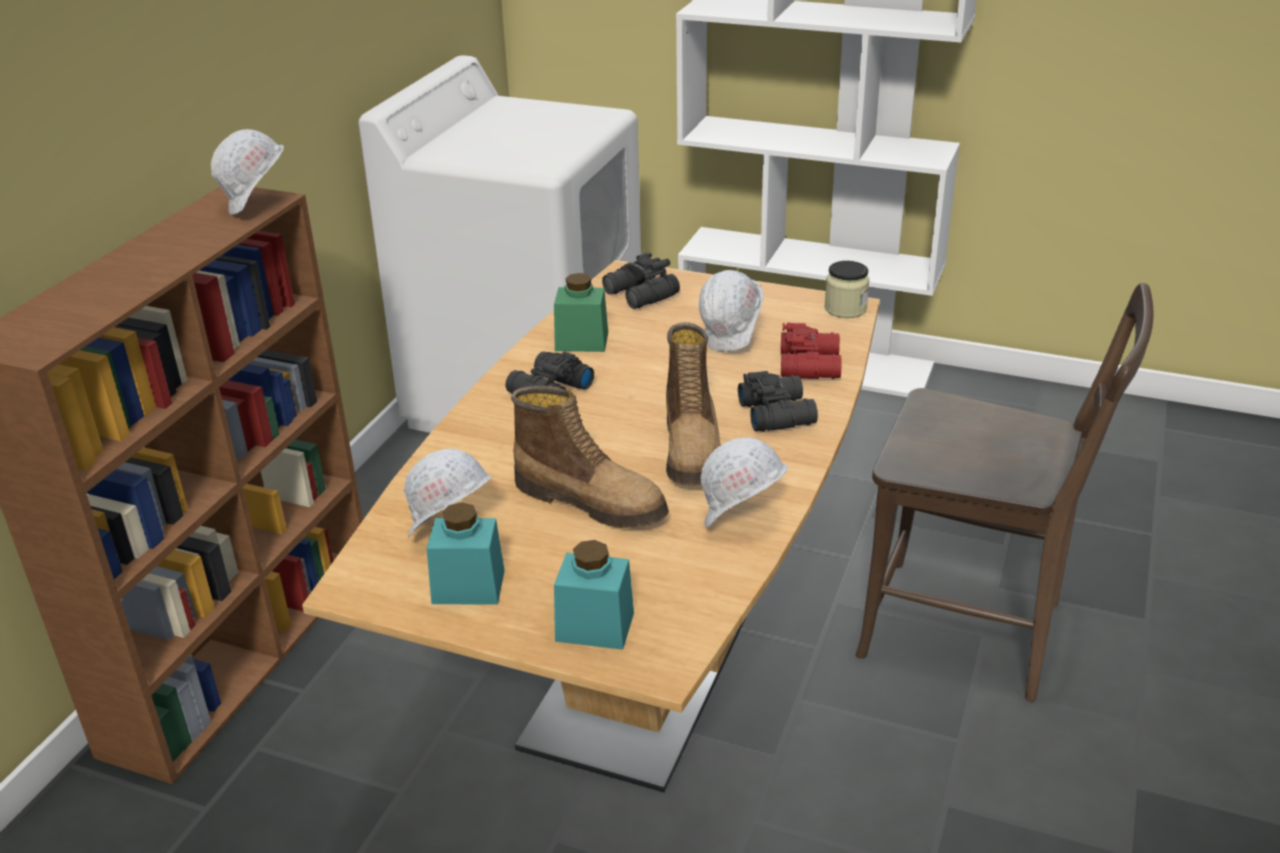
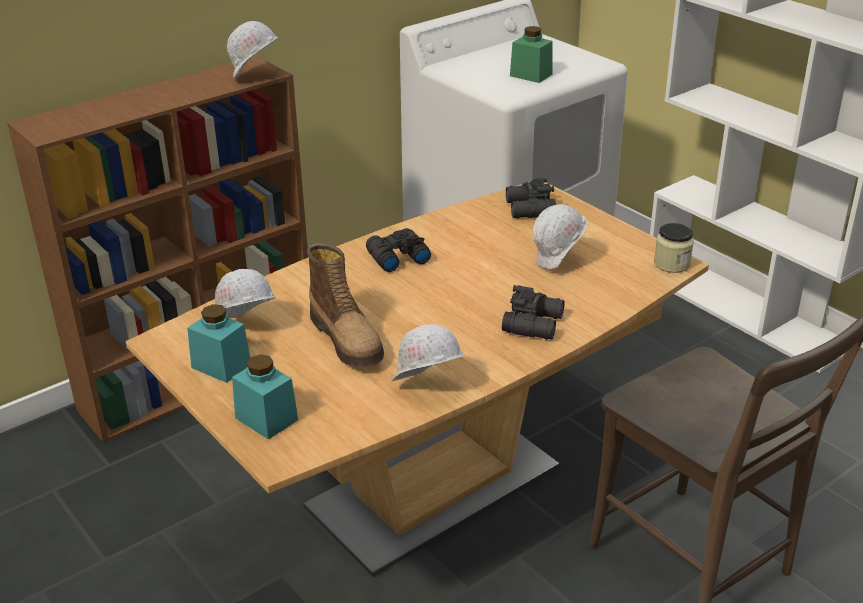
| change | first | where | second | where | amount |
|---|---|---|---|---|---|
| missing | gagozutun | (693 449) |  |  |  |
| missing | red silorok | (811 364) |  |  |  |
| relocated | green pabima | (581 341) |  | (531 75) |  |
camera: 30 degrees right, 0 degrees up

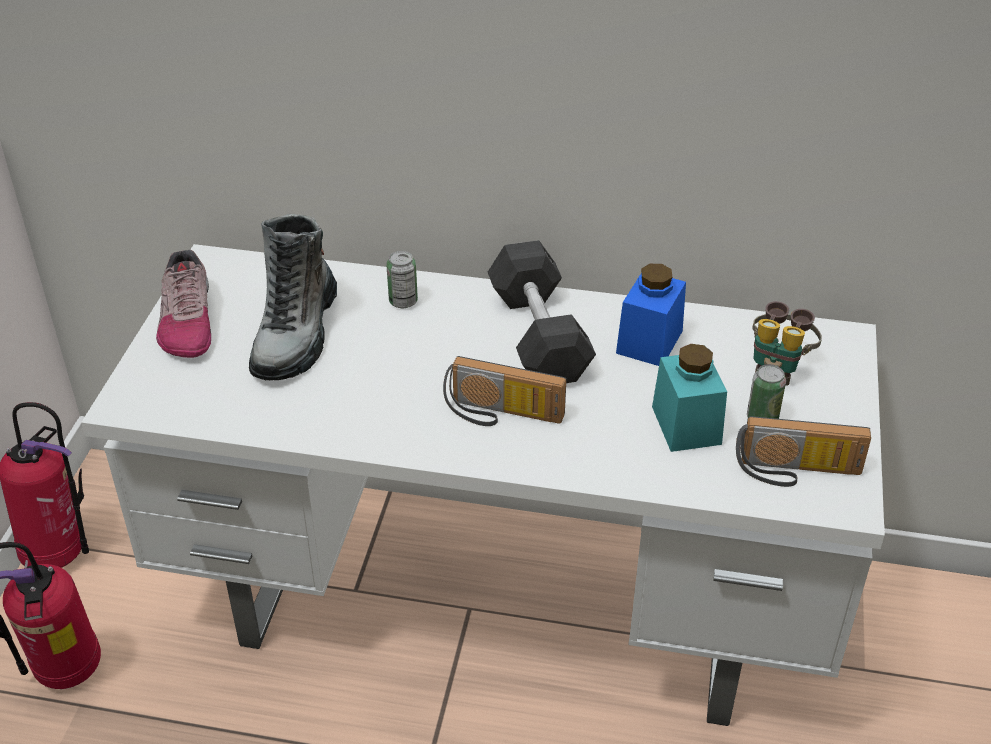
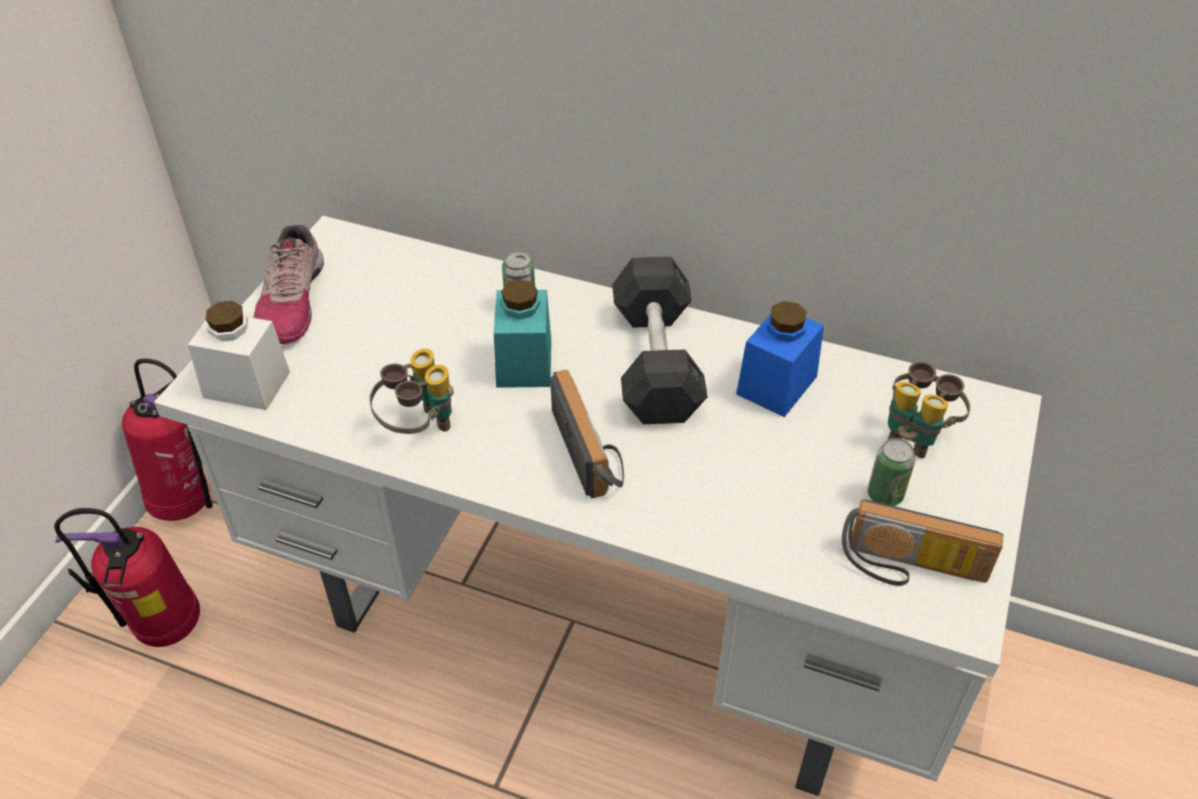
| change | first | where | second | where | amount |
|---|---|---|---|---|---|
| missing | gagozutun | (296 334) |  |  |  |
| appeared |  |  | white pabima | (247 384) |  |
| appeared |  |  | silorok | (419 428) |  |
| relocated | turquoise pabima | (686 425) |  | (524 363) |  |
| spun | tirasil | (501 415) |  | (592 452) | 135 degrees counterclockwise |
camera: 10 degrees right, 5 degrees up

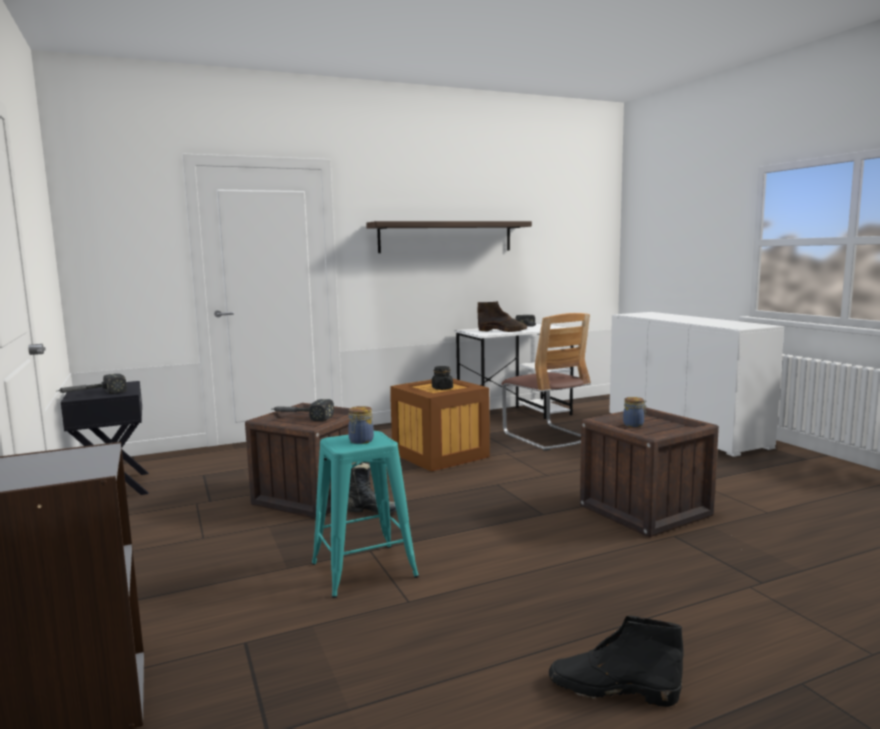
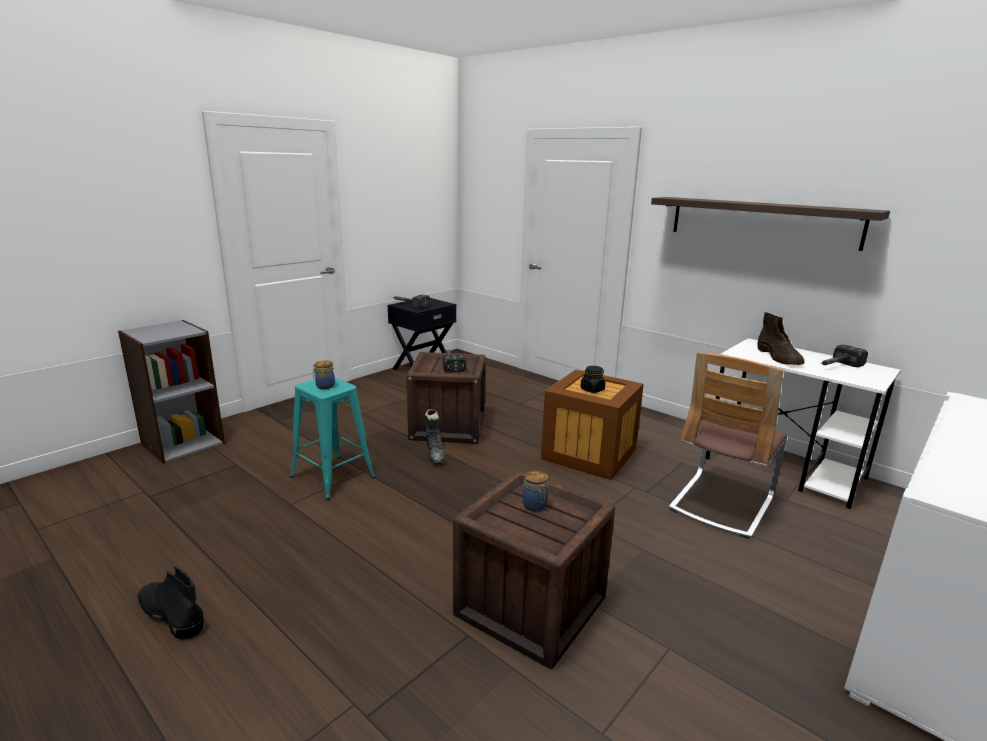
| change | first | where | second | where | amount |
|---|---|---|---|---|---|
| spun | black gagozutun | (611 689) |  | (170 614) | 45 degrees counterclockwise |
camera: 65 degrees right, 10 degrees up

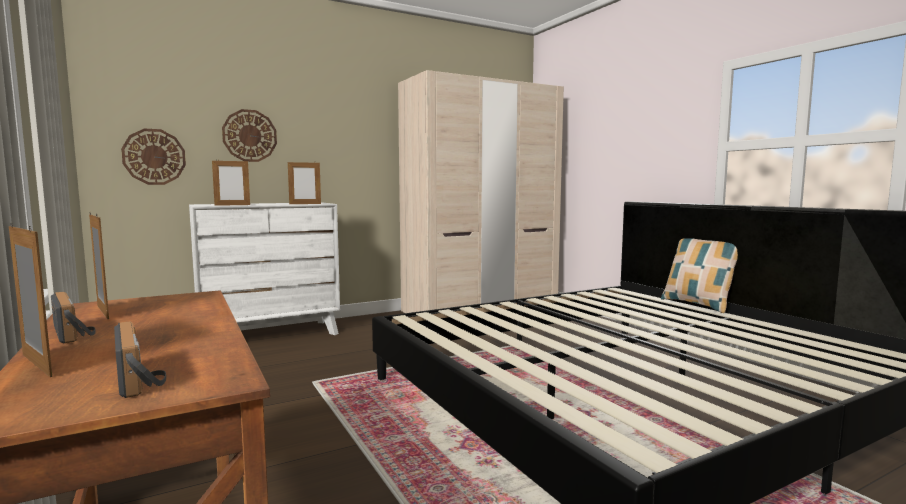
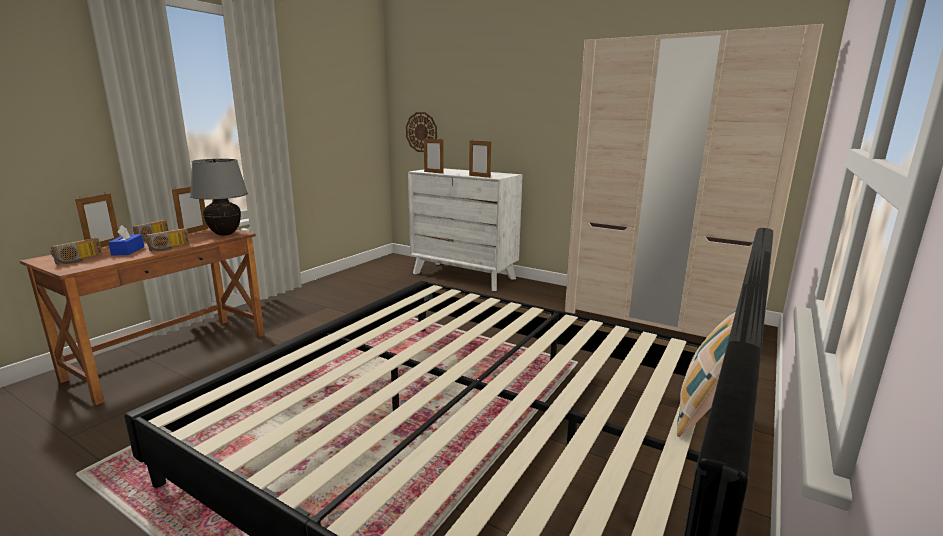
| change | first | where | second | where | amount |
|---|---|---|---|---|---|
| missing | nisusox | (249 135) |  |  |  |
| appeared |  |  | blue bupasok | (128 251) |  |
| appeared |  |  | tirasil | (170 248) |  |
| appeared |  |  | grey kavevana | (225 234) |  |
camera: 60 degrees right, 10 degrees up

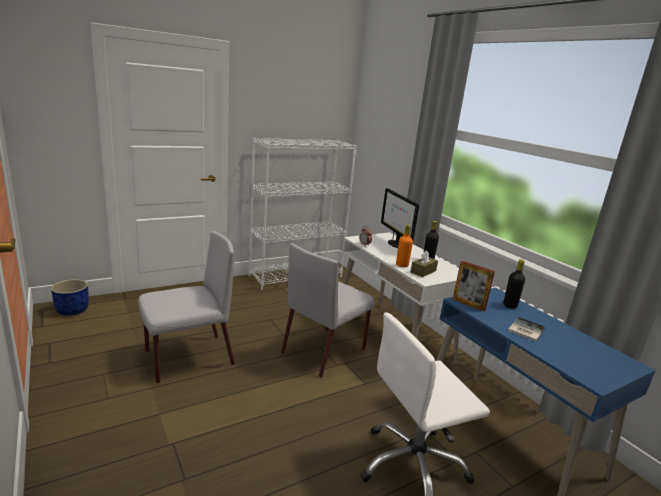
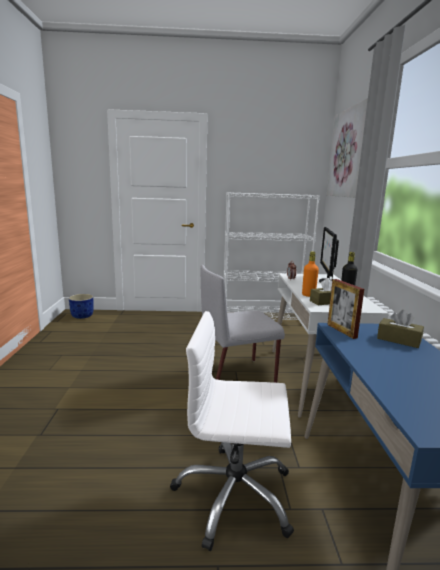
| change | first | where | second | where | amount |
|---|---|---|---|---|---|
| missing | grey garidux | (188 358) |  |  |  |
| missing | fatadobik | (525 329) |  |  |  |
| appeared |  |  | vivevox | (348 153) |  |
| exchanged | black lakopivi | (510 305) | brown bupasok | (398 340) |  |
camera: 30 degrees right, 5 degrees down

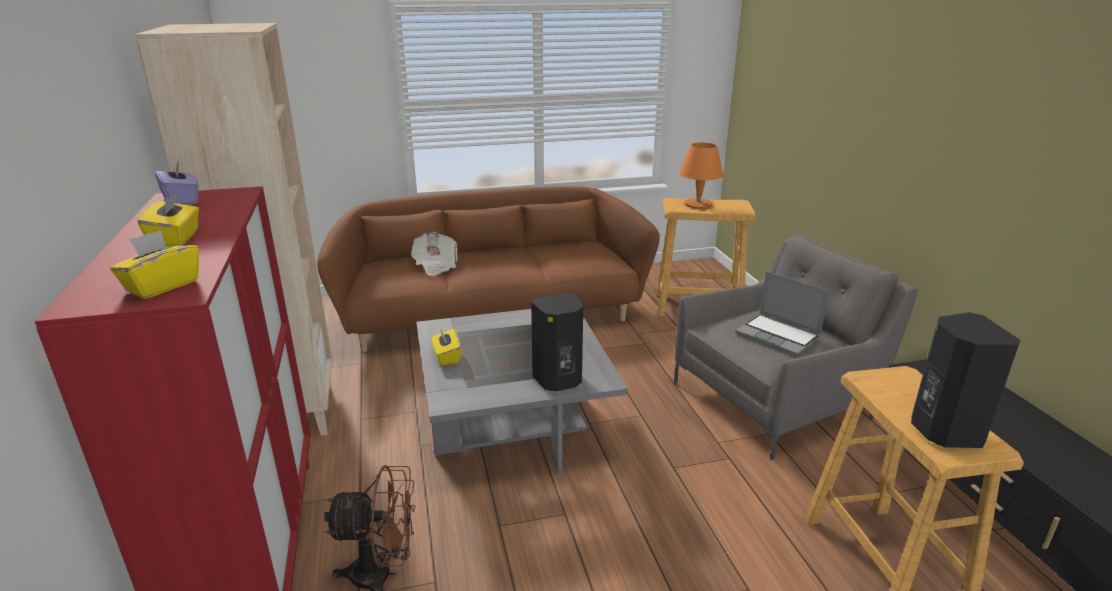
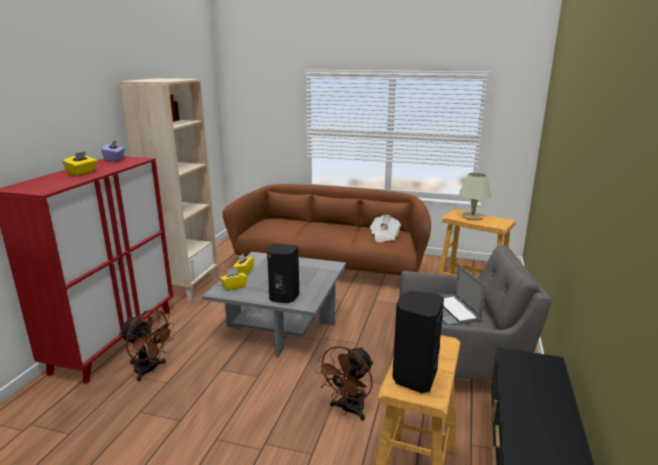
| change | first | where | second | where | amount |
|---|---|---|---|---|---|
| appeared |  |  | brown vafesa | (348 410) |  |
| relocated | yellow bupasok | (162 286) |  | (234 286) |  |
| relocated | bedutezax | (435 265) |  | (384 236) |  |
| colour | orange kavevana | (697 204) | beige kavevana | (472 216) |  |
camera: 30 degrees right, 5 degrees down

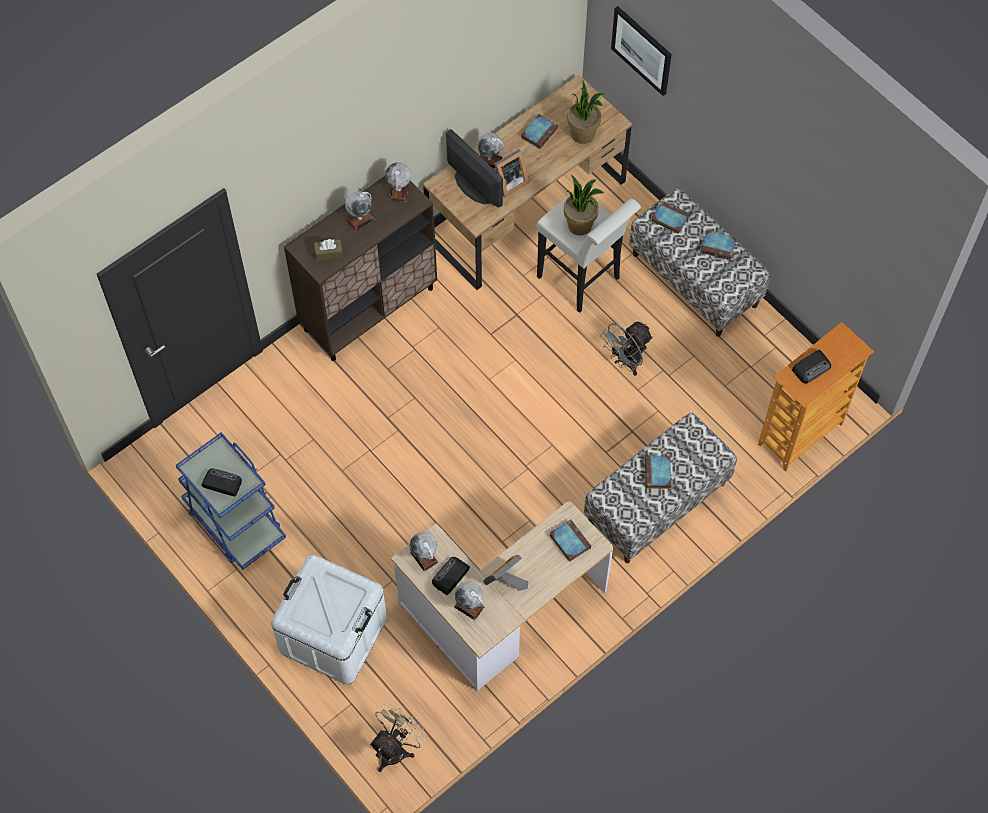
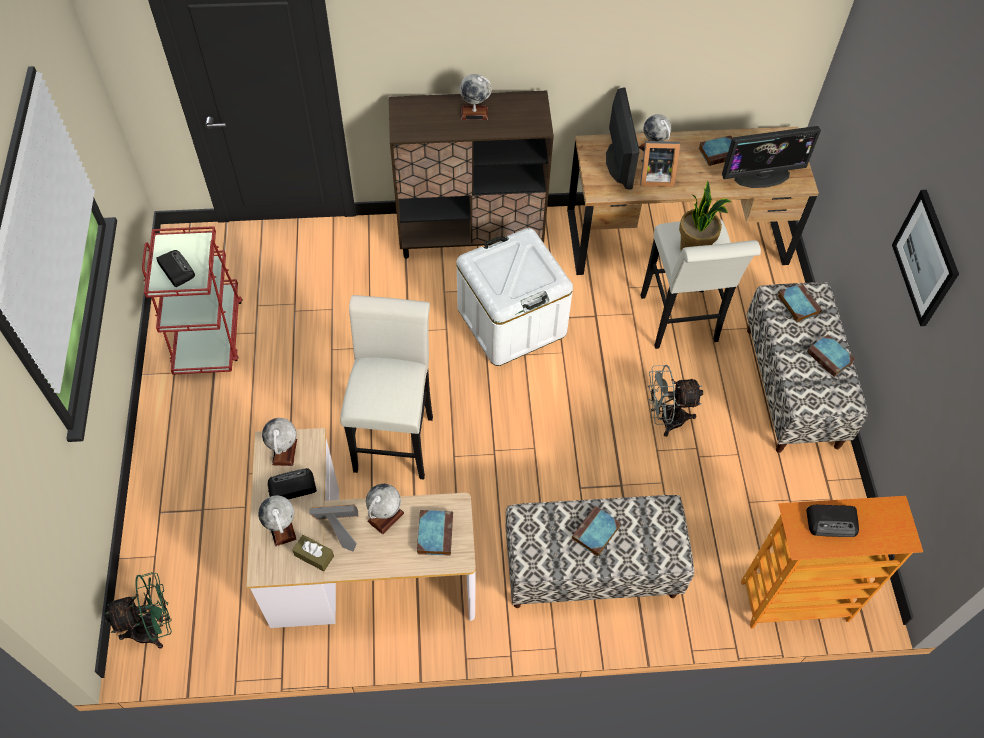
| change | first | where | second | where | amount |
|---|---|---|---|---|---|
| appeared |  |  | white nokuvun | (395 437) |  |
| relocated | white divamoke | (333 634) |  | (511 321) |  |
| relocated | brown bupasok | (328 253) |  | (314 556) |  |
| relocated | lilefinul | (399 191) |  | (385 517) |  |
| relocated | vivevox | (642 50) |  | (926 258) |  |
| exchanged | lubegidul | (583 134) | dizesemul | (762 176) |  |
| colour | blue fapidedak | (235 522) | red fapidedak | (208 334) |  |
| colour | beige vafesa | (396 748) | green vafesa | (154 628) |  |
camera: 35 degrees right, 5 degrees down

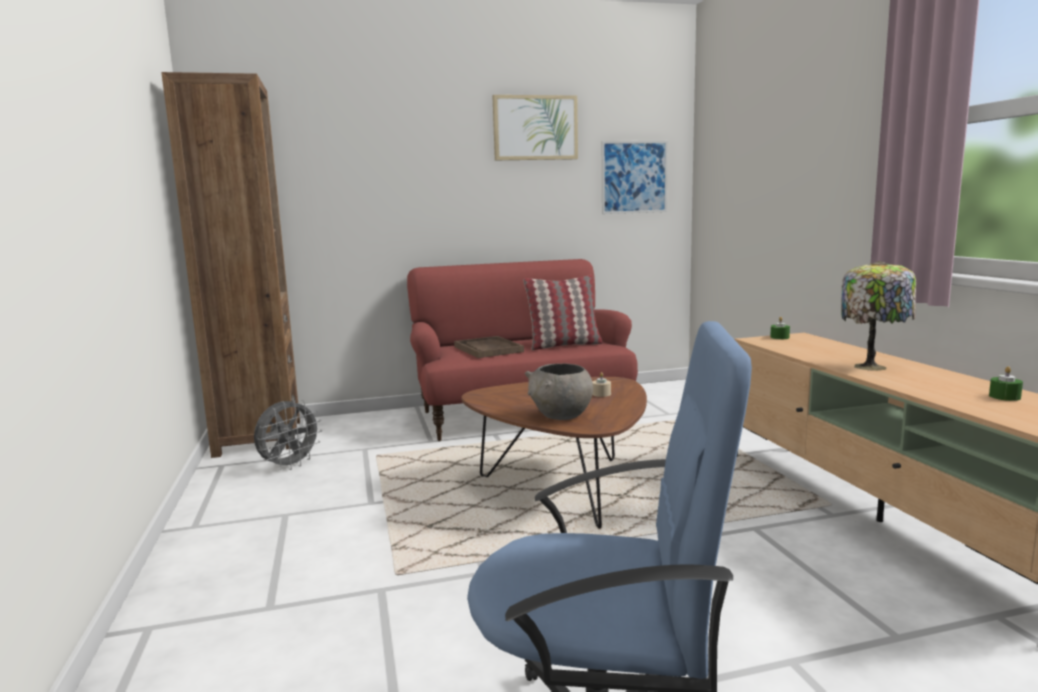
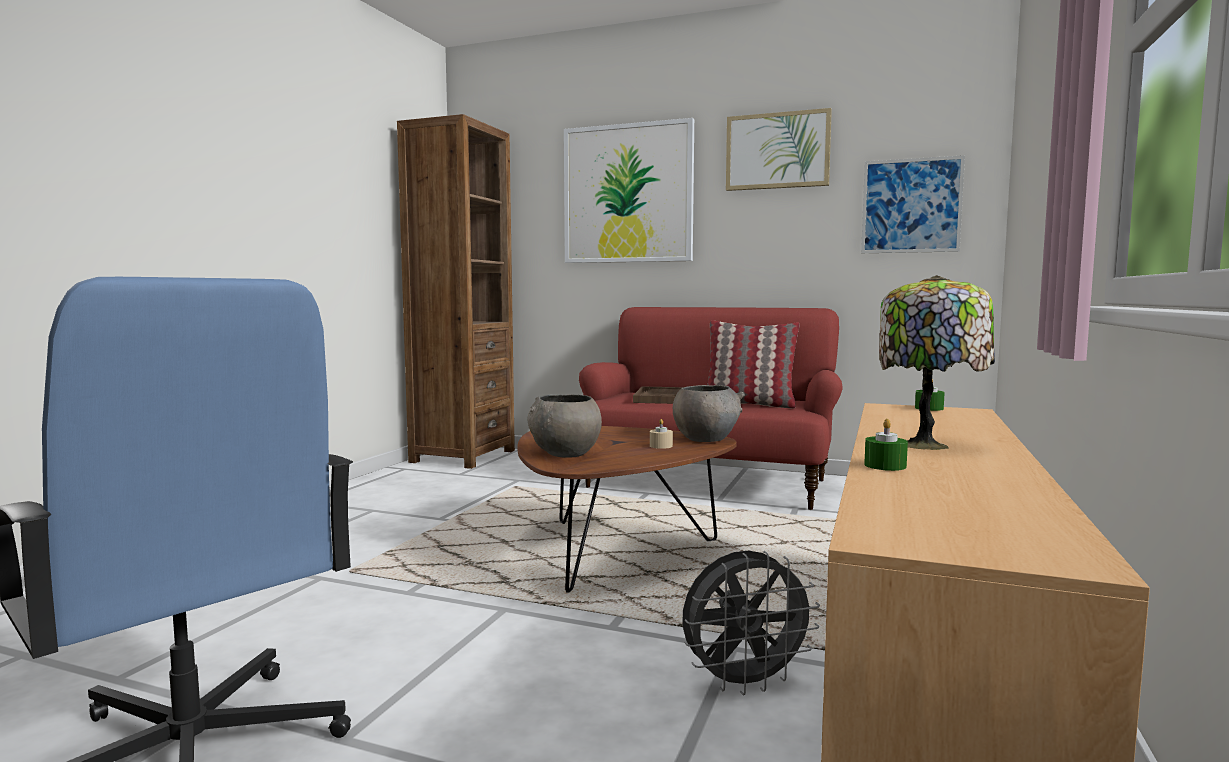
| change | first | where | second | where | amount |
|---|---|---|---|---|---|
| appeared |  |  | vivevox | (628 194) |  |
| appeared |  |  | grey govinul | (706 439) |  |
| relocated | grey vafesa | (290 466) |  | (745 683) |  |
| relocated | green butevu | (1004 397) |  | (885 465) |  |
camera: 35 degrees right, 5 degrees down

